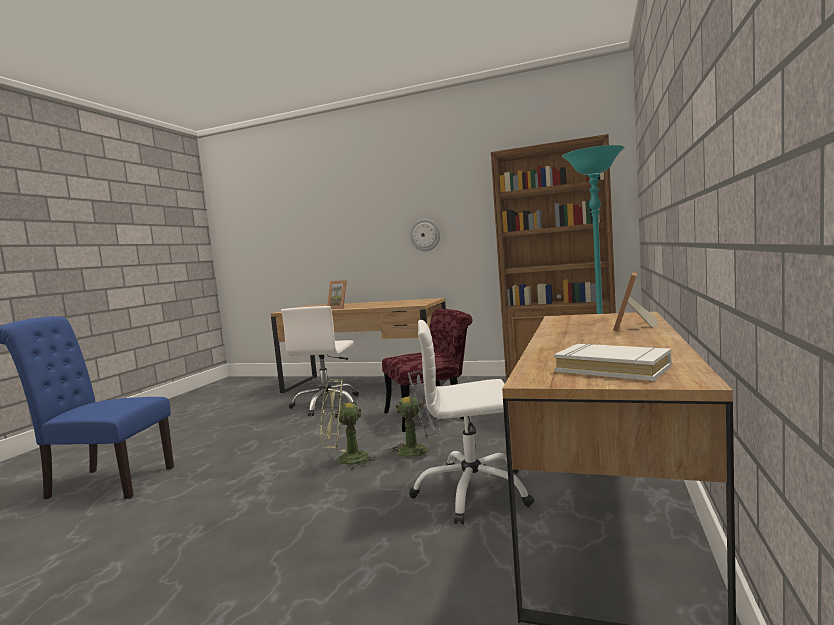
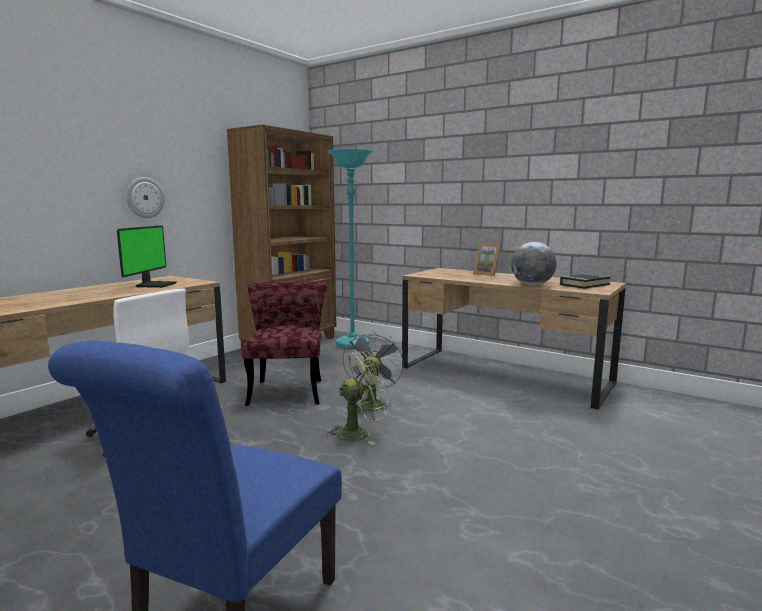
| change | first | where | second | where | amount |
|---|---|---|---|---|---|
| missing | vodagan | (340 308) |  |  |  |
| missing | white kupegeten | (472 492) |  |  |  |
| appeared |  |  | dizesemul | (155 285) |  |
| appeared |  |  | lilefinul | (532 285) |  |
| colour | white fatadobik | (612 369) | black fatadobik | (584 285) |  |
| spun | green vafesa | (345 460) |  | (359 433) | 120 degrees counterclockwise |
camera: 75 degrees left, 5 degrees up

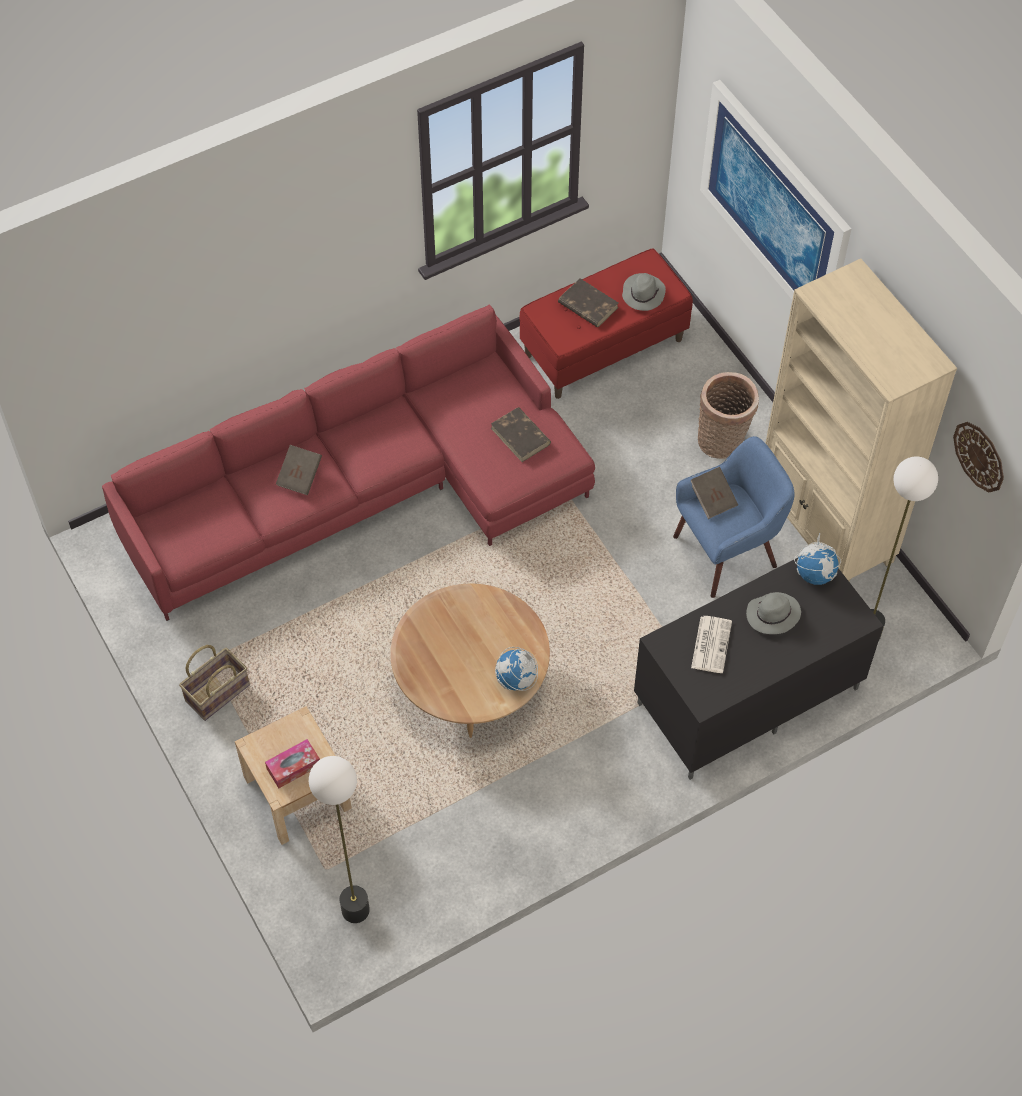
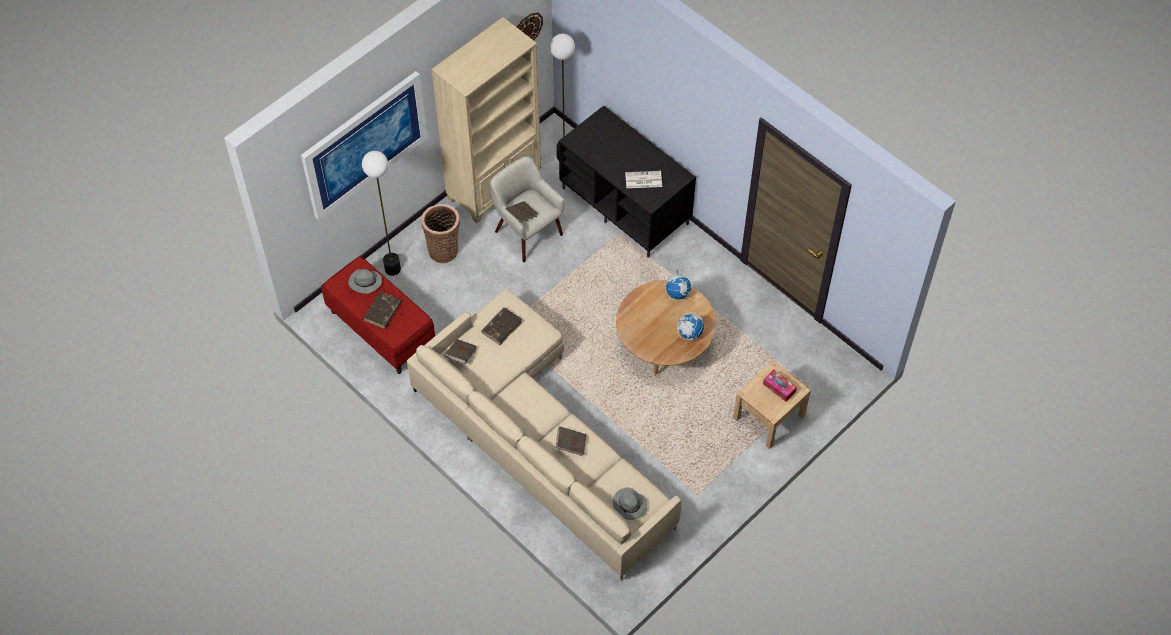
| change | first | where | second | where | amount |
|---|---|---|---|---|---|
| missing | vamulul | (217 692) |  |  |  |
| appeared |  |  | brown fatadobik | (461 355) |  |
| relocated | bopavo | (355 910) |  | (392 269) |  |
| relocated | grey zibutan | (772 615) |  | (630 505) |  |
| relocated | lilefinul | (815 574) |  | (689 333) |  |
| colour | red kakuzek | (367 491) | beige kakuzek | (539 439) |  |
| colour | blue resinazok | (727 552) | beige resinazok | (527 233) |  |
camera: 105 degrees left, 0 degrees up

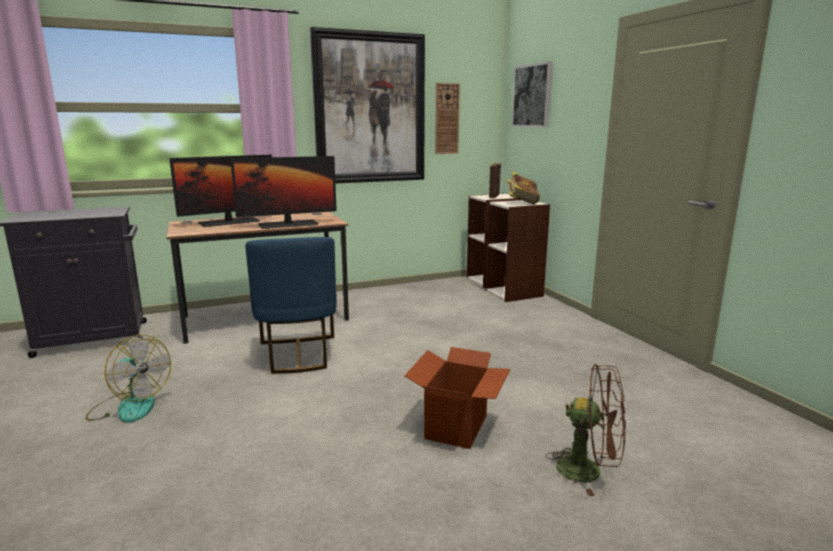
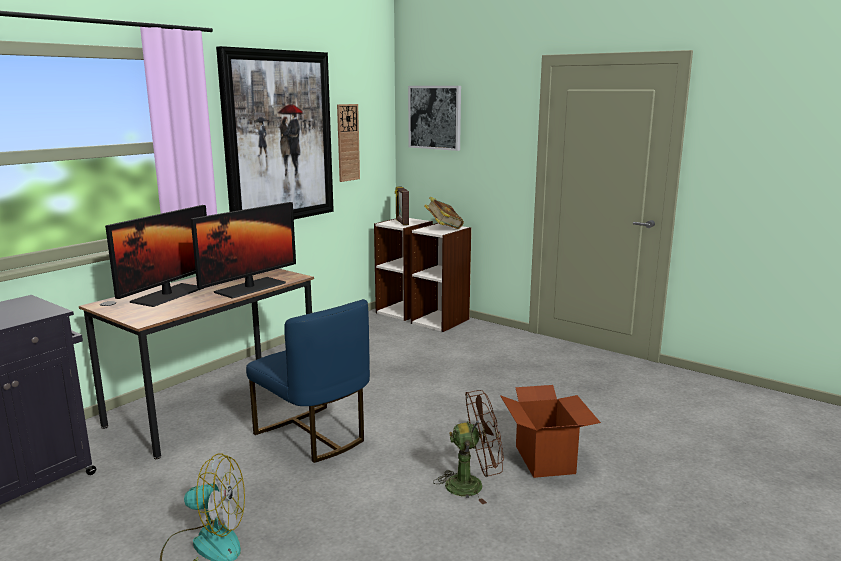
| change | first | where | second | where | amount |
|---|---|---|---|---|---|
| relocated | brown vafesa | (589 471) |  | (472 484) |  |
camera: 30 degrees left, 0 degrees up

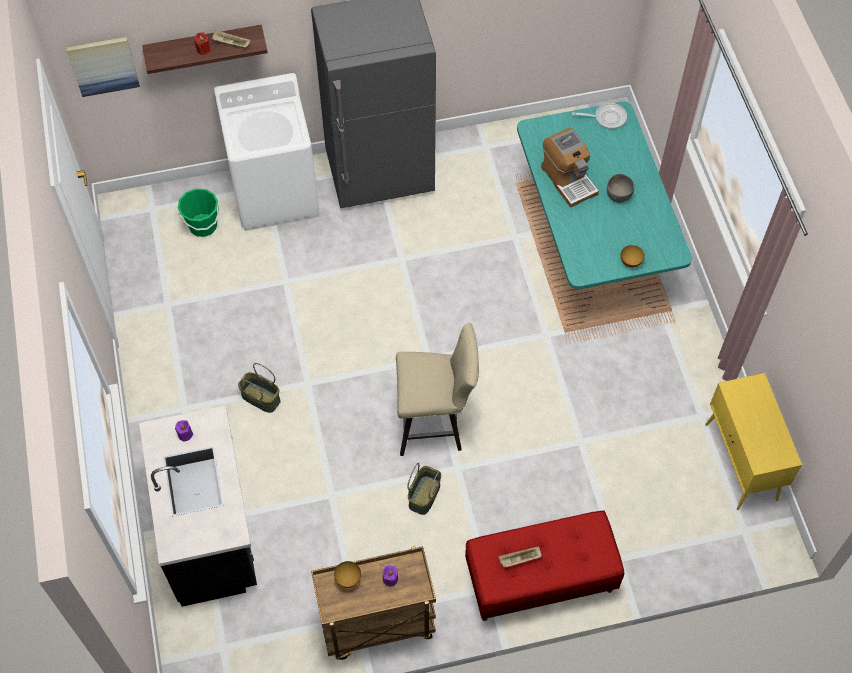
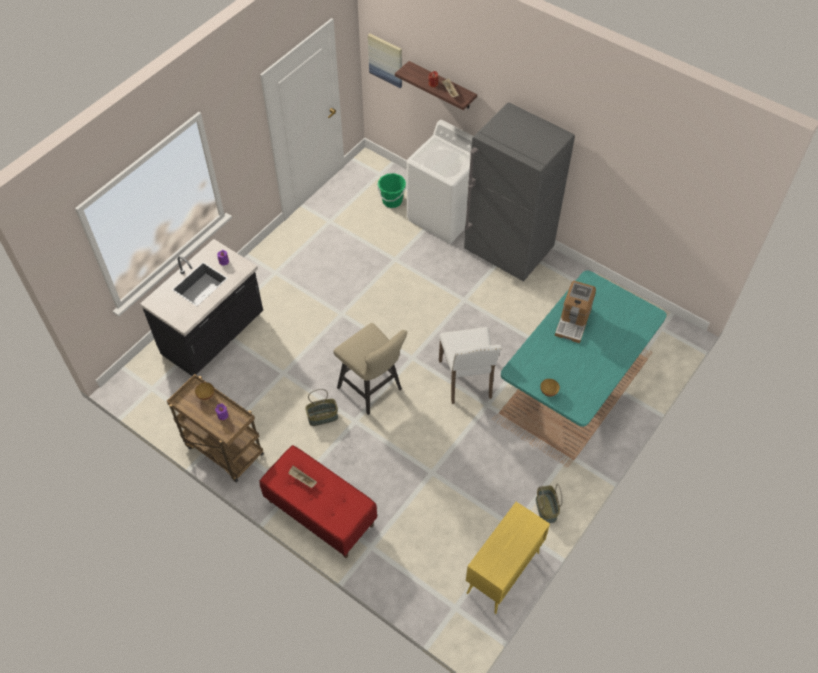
| change | first | where | second | where | amount |
|---|---|---|---|---|---|
| missing | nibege | (607 118) |  |  |  |
| missing | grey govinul | (618 196) |  |  |  |
| appeared |  |  | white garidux | (467 380) |  |
| relocated | vamulul | (260 398) |  | (545 508) |  |
camera: 50 degrees right, 5 degrees down

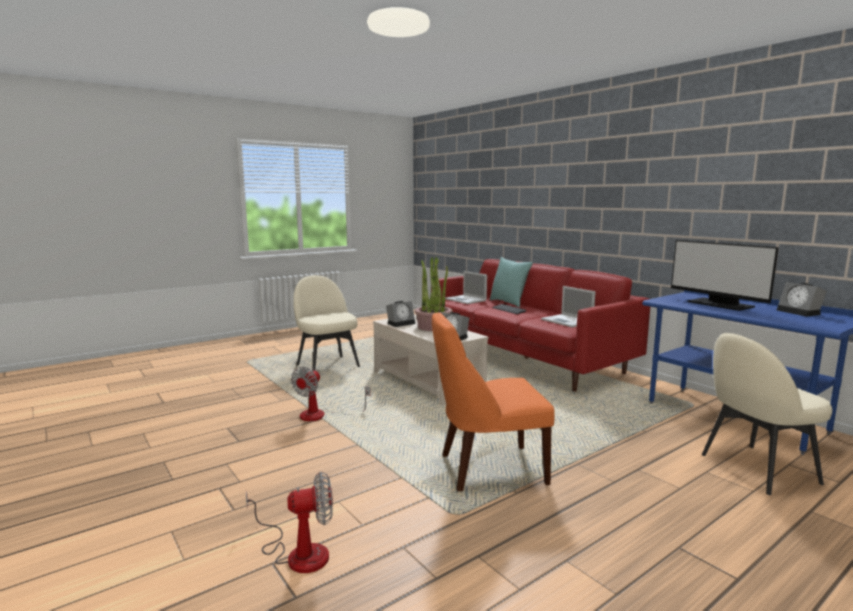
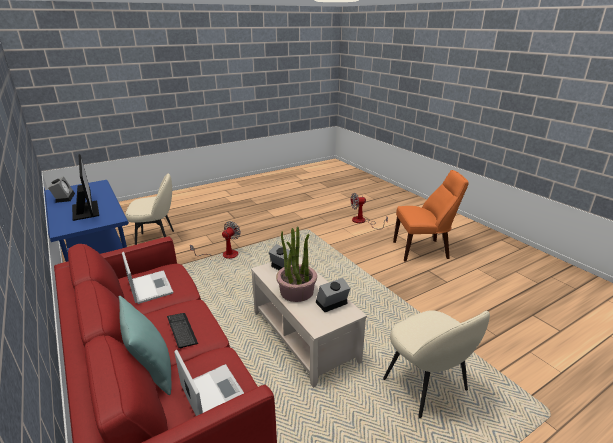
| change | first | where | second | where | amount |
|---|---|---|---|---|---|
| relocated | vafesa | (322 415) |  | (224 255) |  |
| relocated | orange garidux | (487 469) |  | (423 250) |  |
camera: 175 degrees left, 15 degrees up

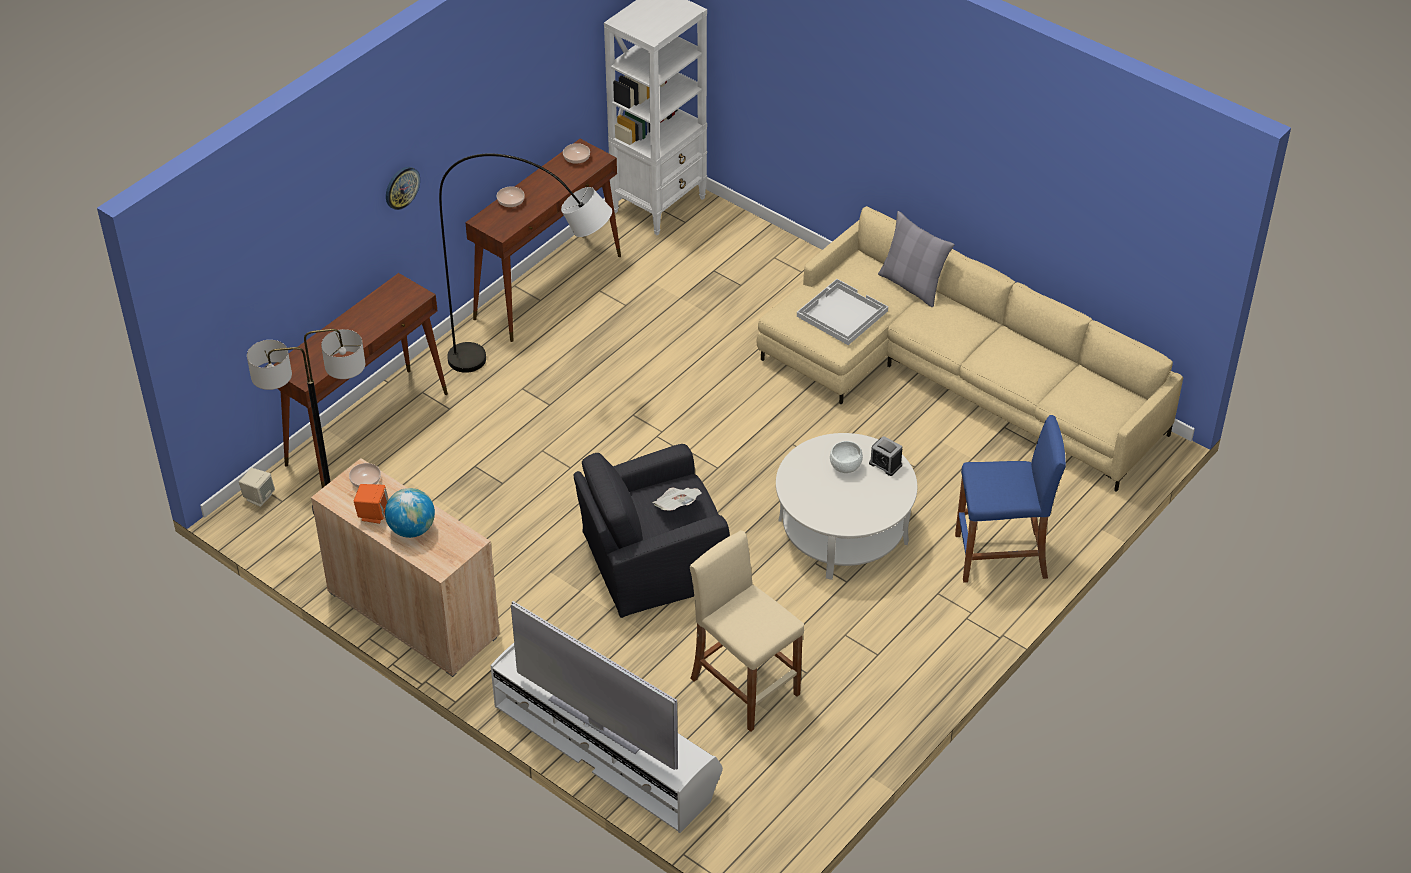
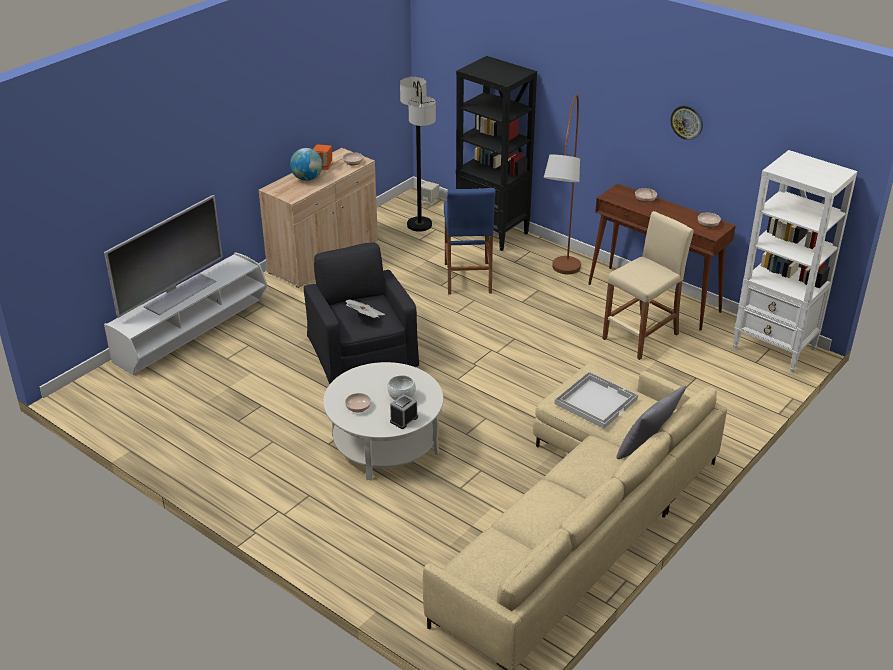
| change | first | where | second | where | amount |
|---|---|---|---|---|---|
| appeared |  |  | govinul | (358 407) |  |
| relocated | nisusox | (401 187) |  | (687 122) |  |
| relocated | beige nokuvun | (744 686) |  | (641 336) |  |
| relocated | blue nokuvun | (1001 556) |  | (468 278) |  |
| exchanged | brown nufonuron | (368 428) | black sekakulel | (493 233) |  |
| colour | grey bopavo | (537 369) | brown bopavo | (559 295) |  |
camera: 90 degrees right, 10 degrees down

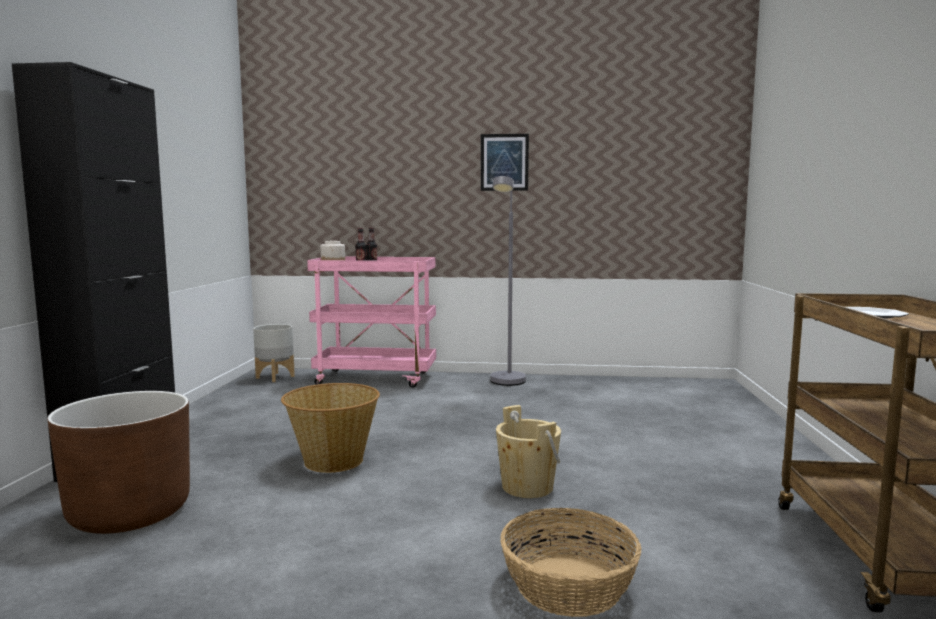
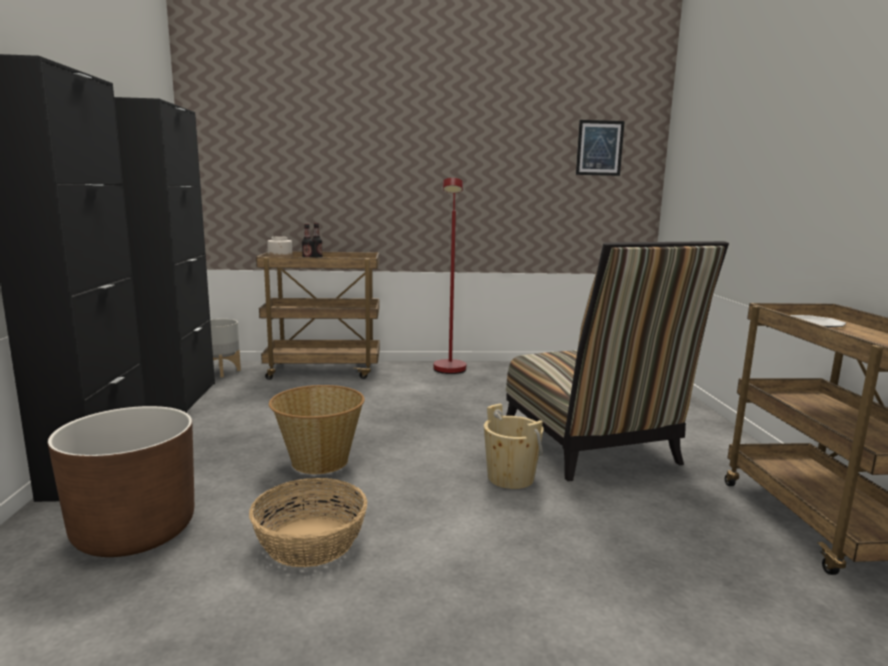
| change | first | where | second | where | amount |
|---|---|---|---|---|---|
| appeared |  |  | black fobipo | (181 397) |  |
| appeared |  |  | garidux | (593 447) |  |
| relocated | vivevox | (504 162) |  | (599 148) |  |
| relocated | vamulul | (568 586) |  | (310 542) |  |
| colour | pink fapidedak | (377 378) | brown fapidedak | (325 370) |  |
| colour | grey bopavo | (506 383) | red bopavo | (449 372) |  |
camera: 10 degrees left, 5 degrees up

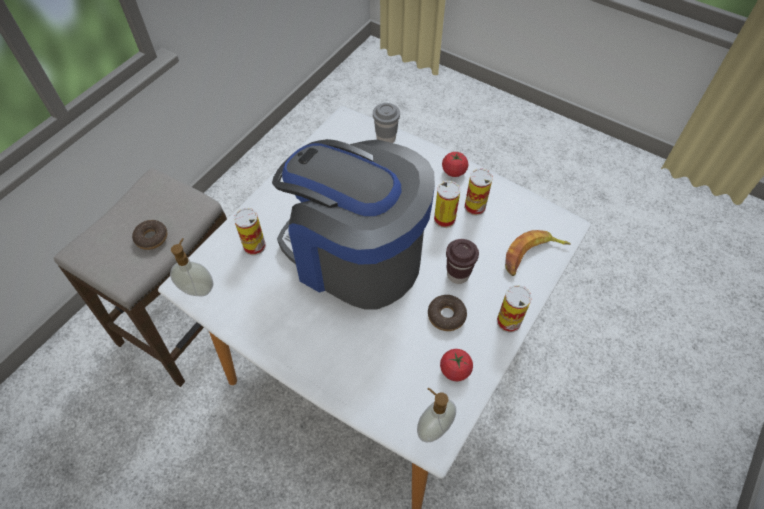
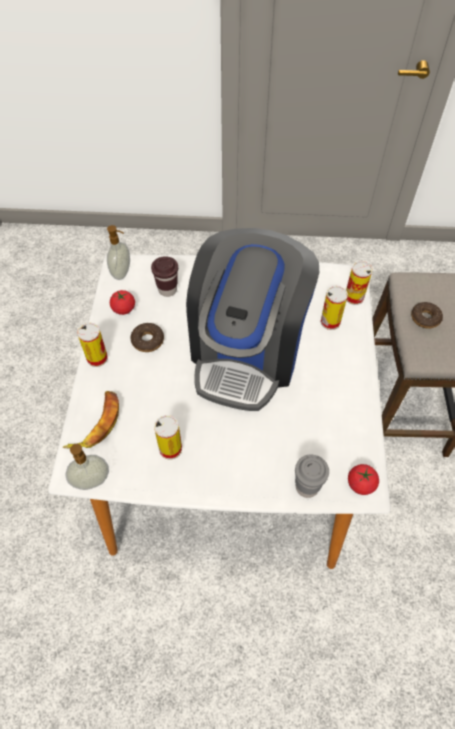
| change | first | where | second | where | amount |
|---|---|---|---|---|---|
| relocated | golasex | (198 289) |  | (92 482) |  |
| relocated | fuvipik | (444 219) |  | (354 297) |  |
| relocated | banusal | (454 171) |  | (361 484) |  |
| relocated | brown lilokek | (458 274) |  | (167 290) |  |
| spun | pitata | (355 255) |  | (247 351) | 105 degrees clockwise |
camera: 150 degrees right, 0 degrees up

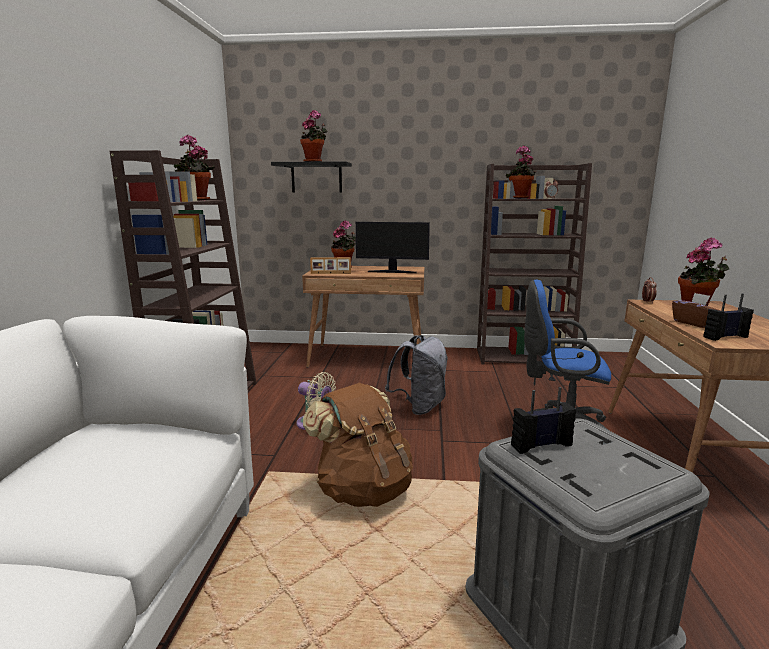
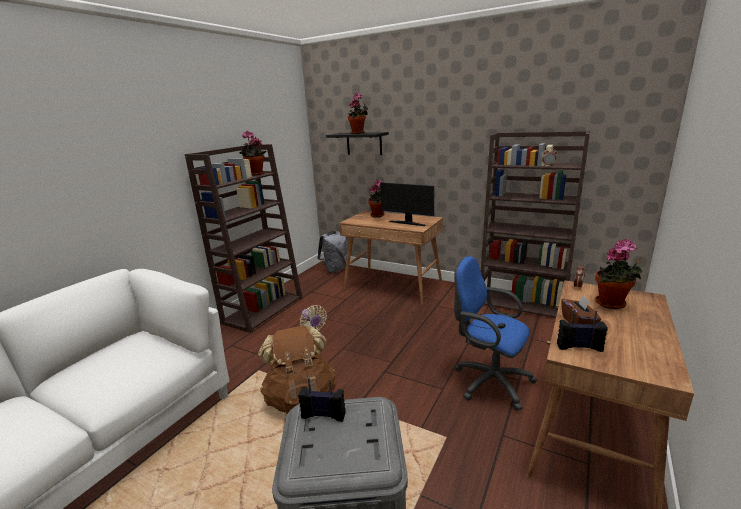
| change | first | where | second | where | amount |
|---|---|---|---|---|---|
| missing | vodagan | (330 273) |  |  |  |
| missing | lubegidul | (520 198) |  |  |  |
| relocated | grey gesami | (419 407) |  | (336 269) |  |
camera: 25 degrees right, 5 degrees up

